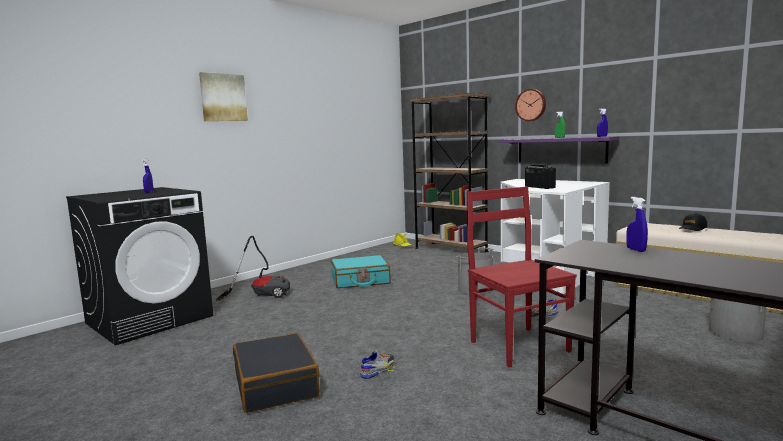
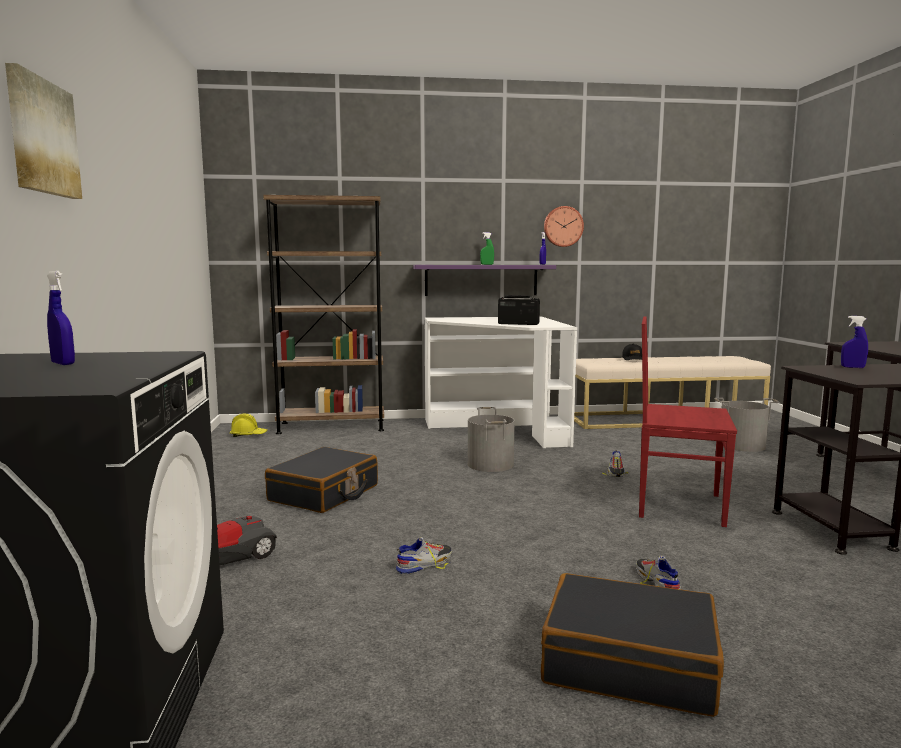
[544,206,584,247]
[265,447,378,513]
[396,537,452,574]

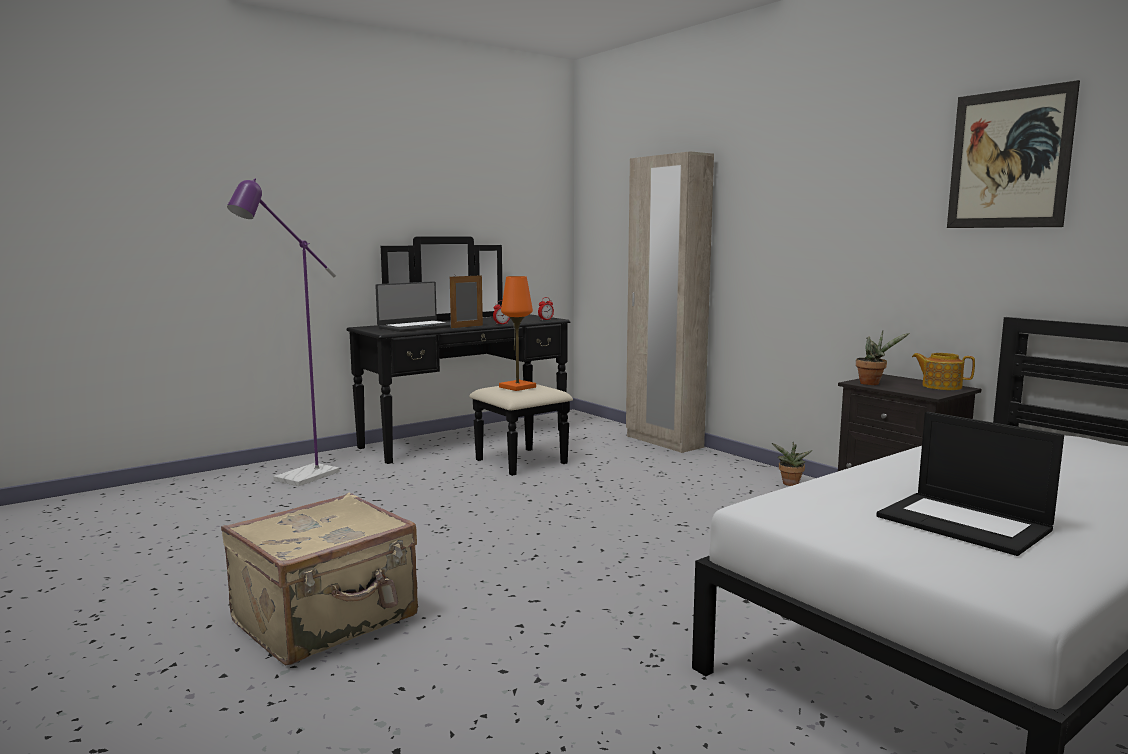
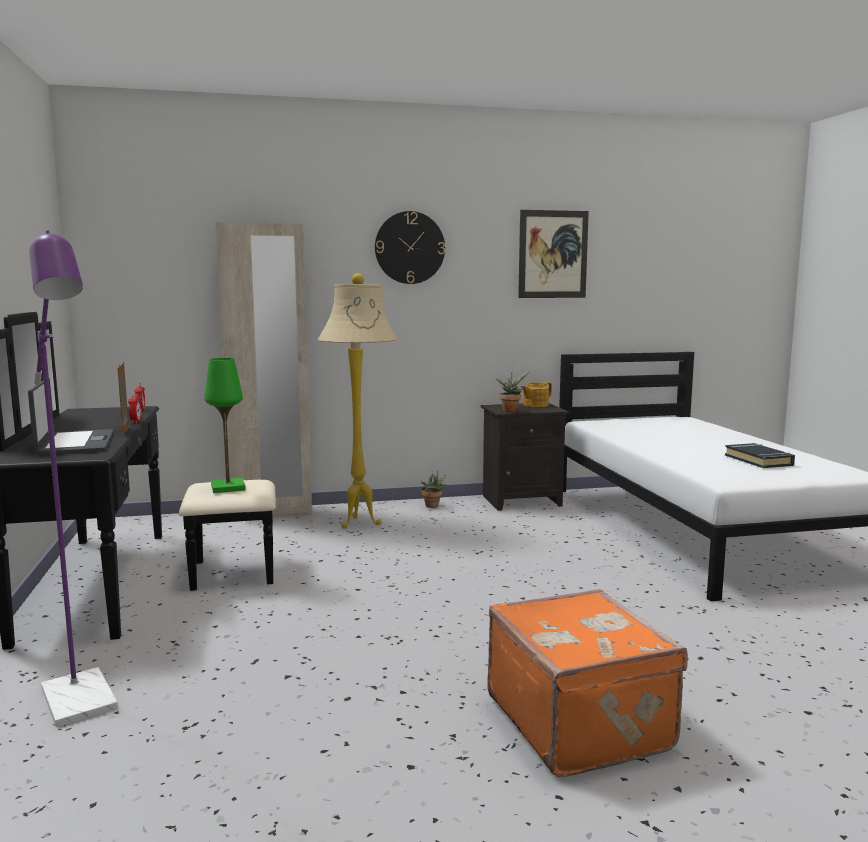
[204,358,246,493]
[725,443,795,468]
[487,589,688,777]
[375,211,445,284]
[317,273,397,529]

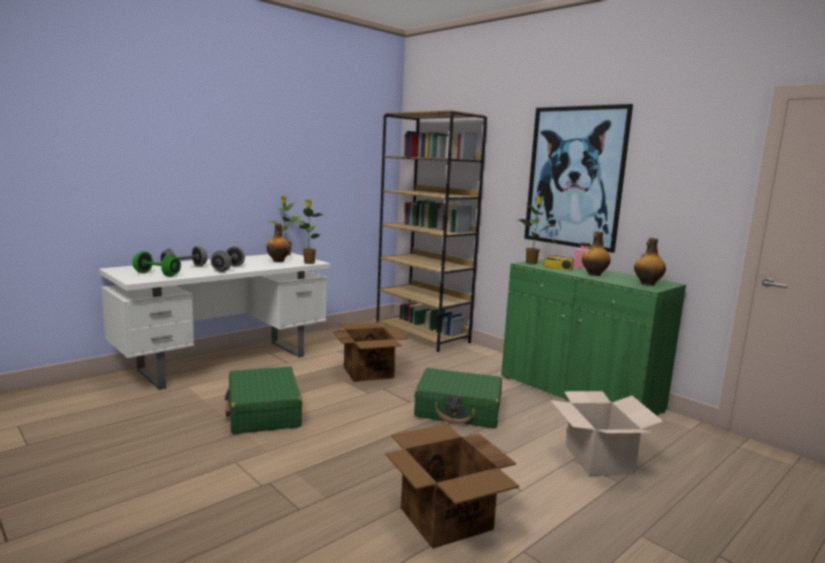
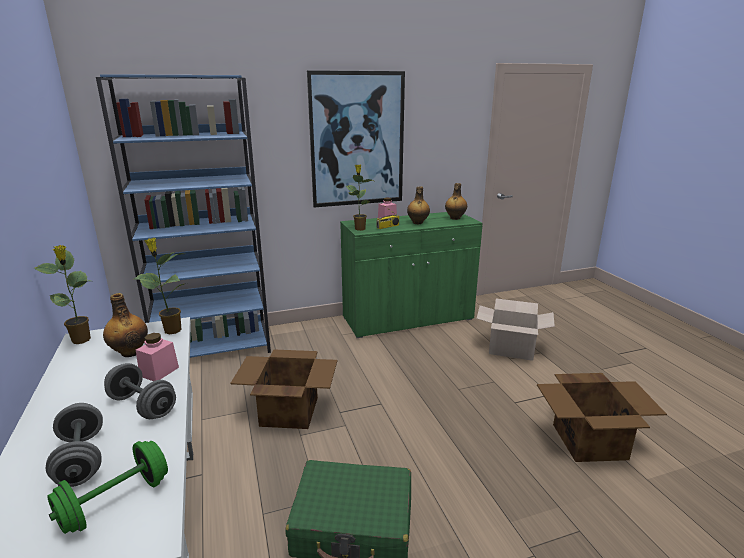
[96,74,271,358]
[414,368,502,428] (first image)
[136,333,179,381]

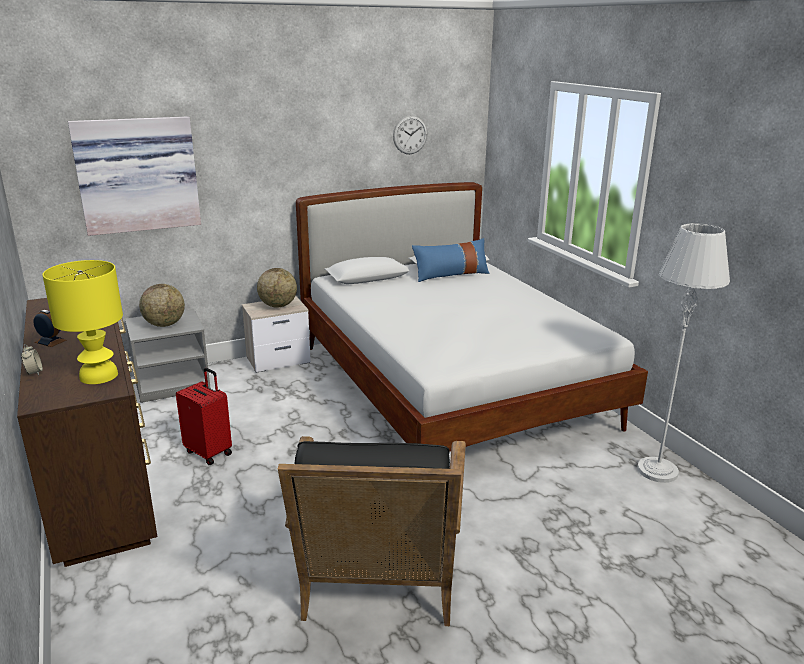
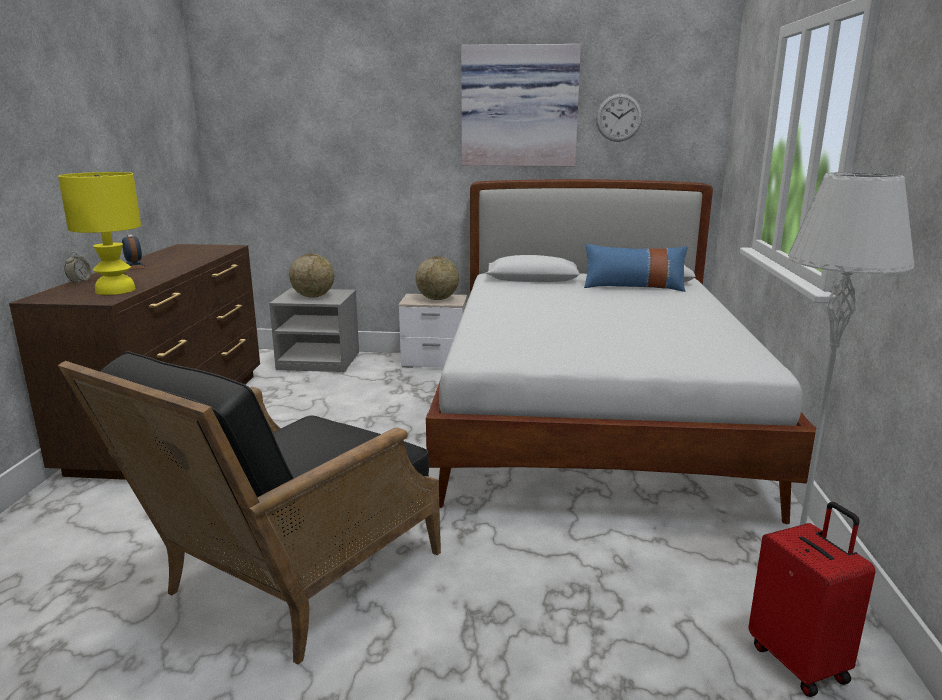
[461,44,581,166]
[749,502,876,697]

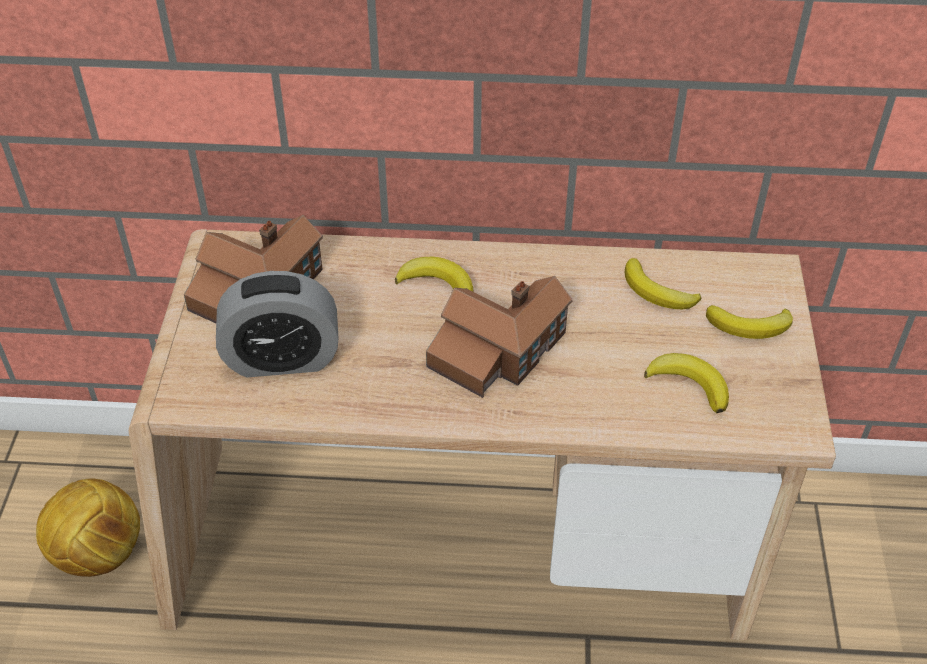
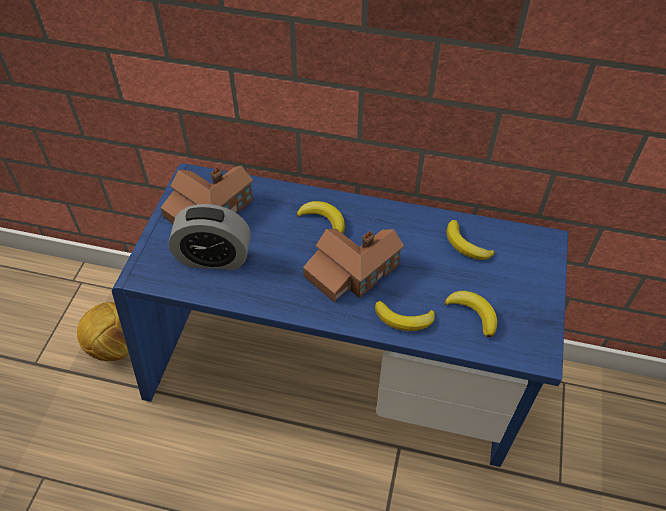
[112,163,568,467]
[375,301,435,331]

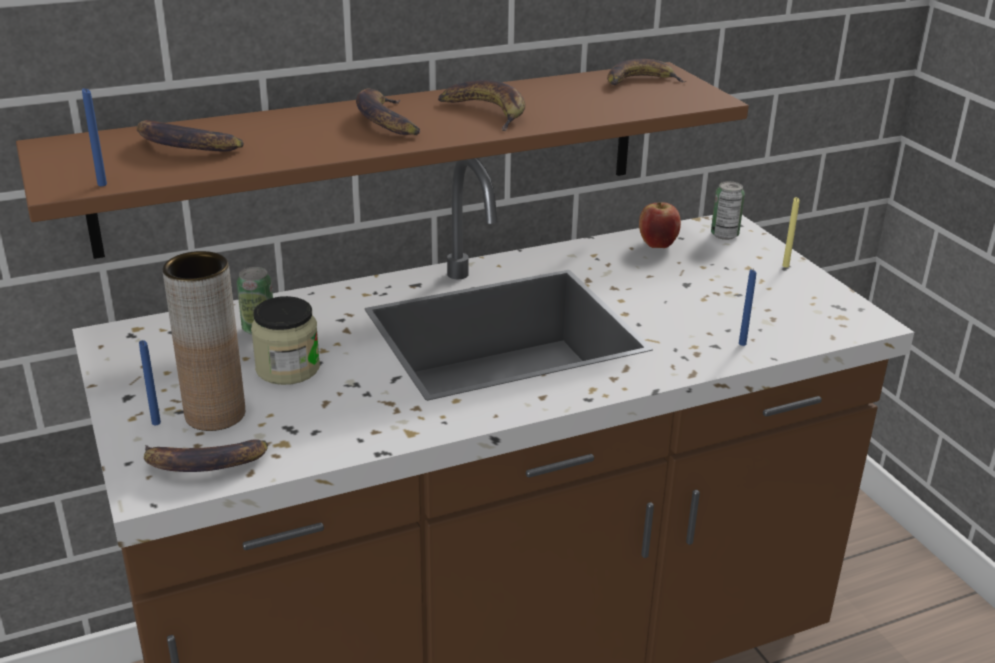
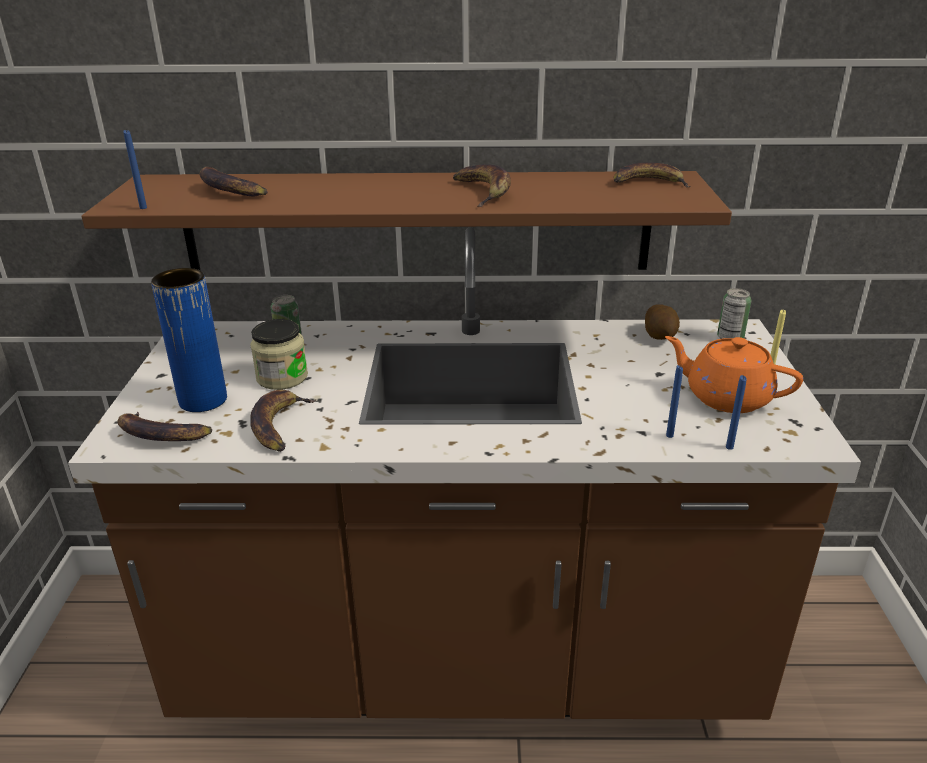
[250,390,317,452]
[645,304,680,340]
[151,268,227,412]
[726,375,747,450]
[665,336,803,413]

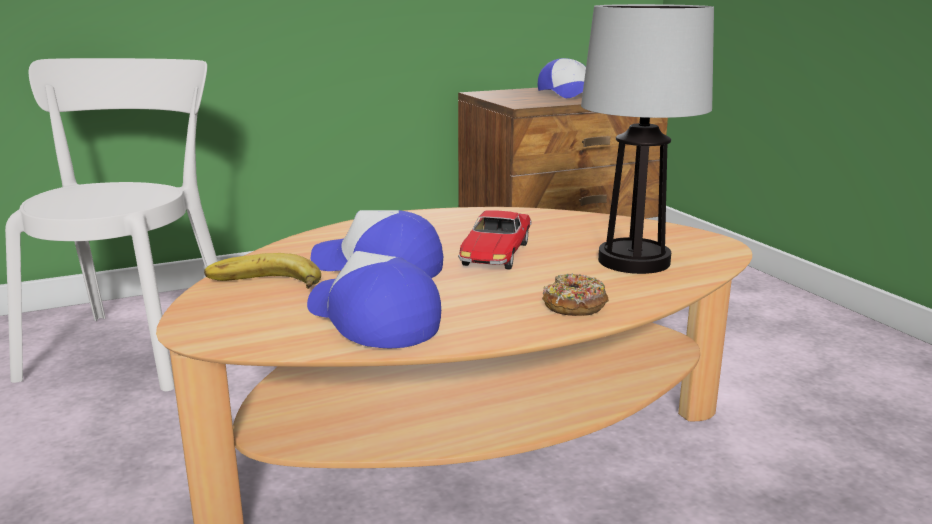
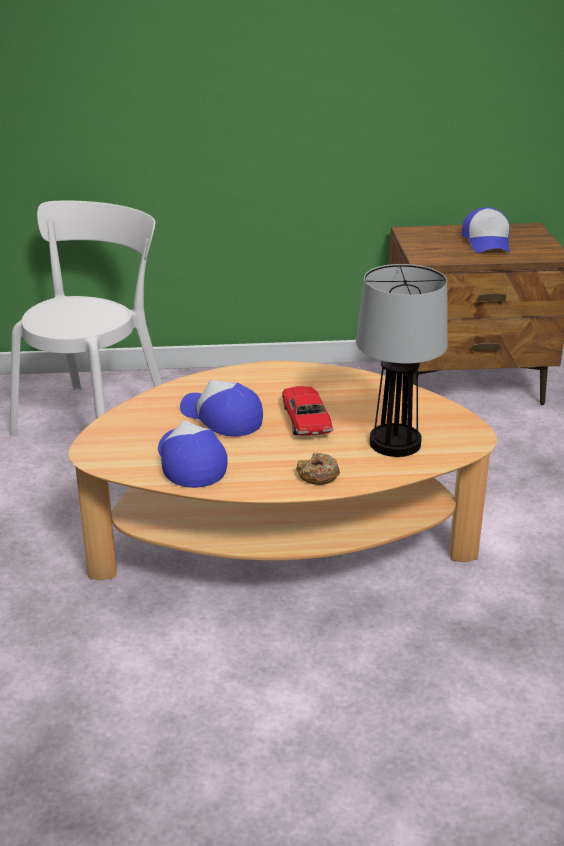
[282,386,333,437]
[204,253,321,289] (first image)

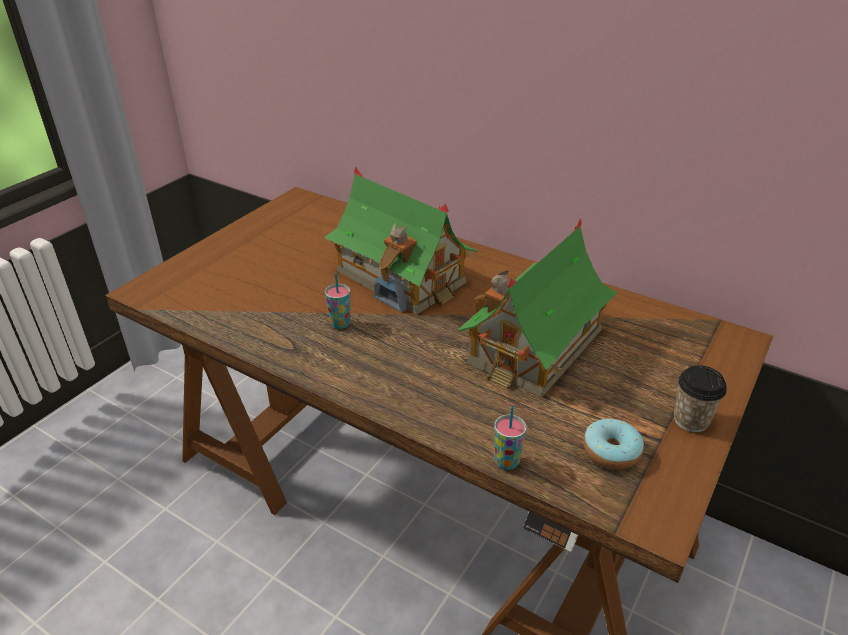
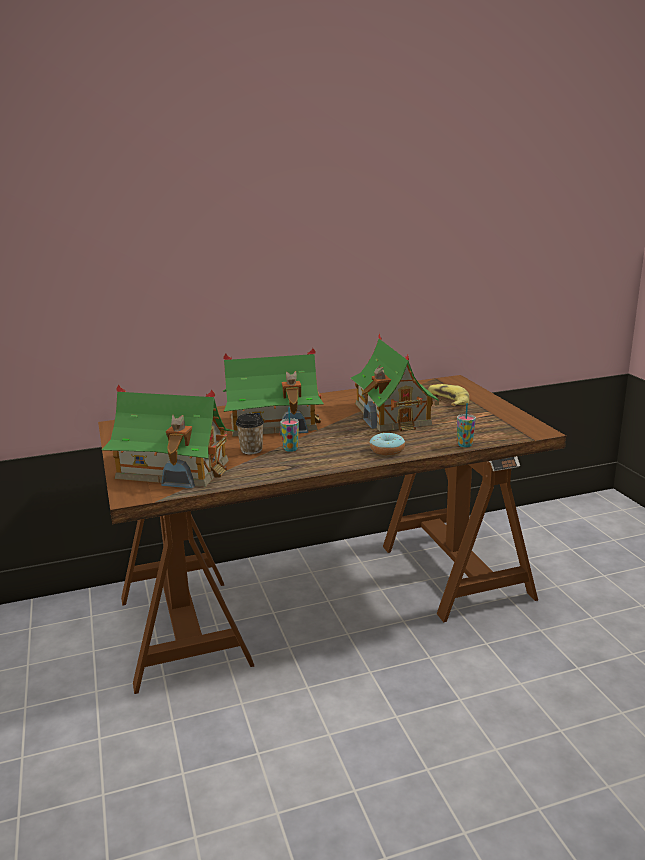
[236,413,264,454]
[370,433,405,455]
[428,384,469,406]
[102,385,235,489]

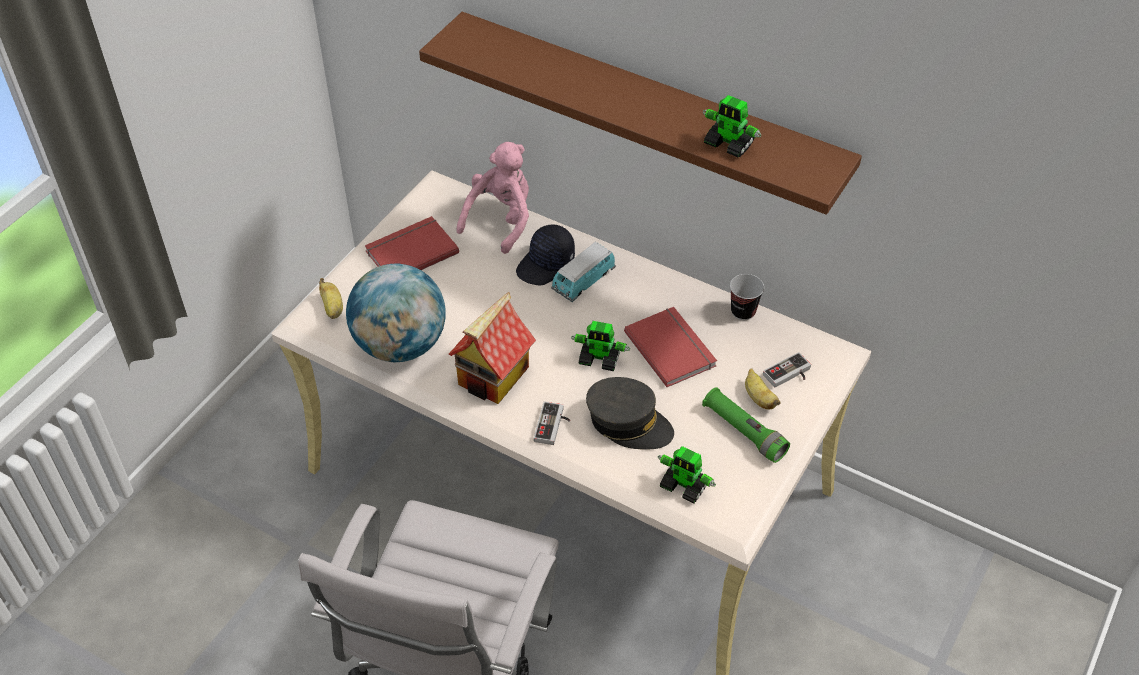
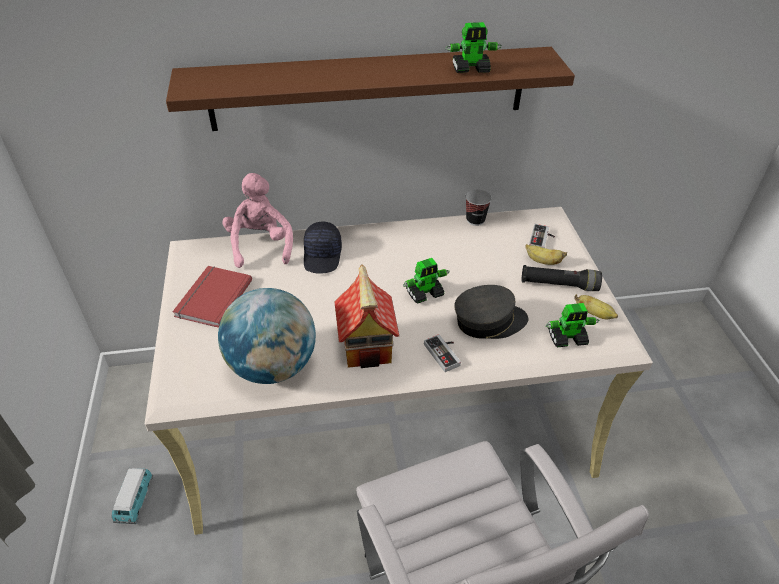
[112,468,153,524]
[574,294,618,320]
[624,307,717,387] (first image)
[522,265,602,291]

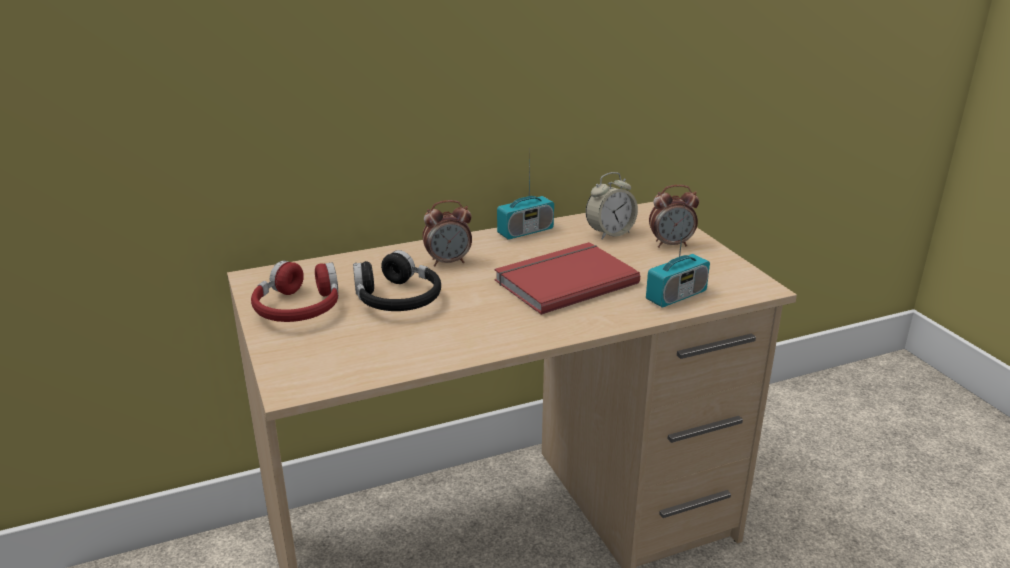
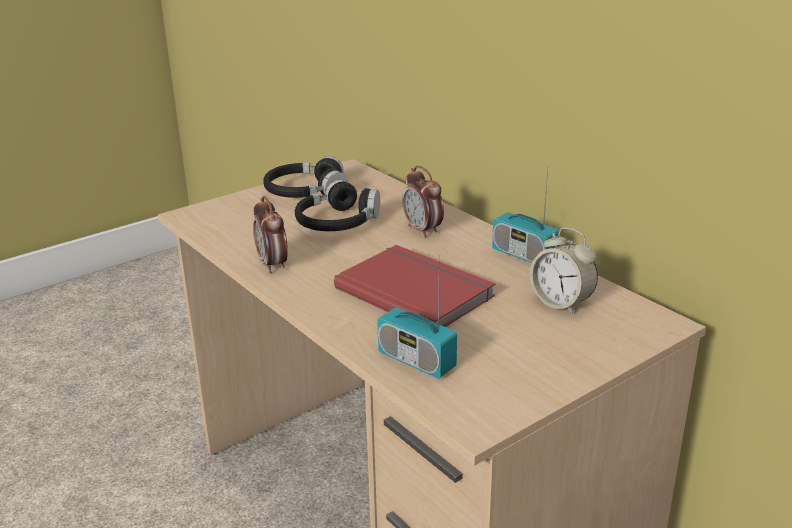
[253,196,288,273]
[263,156,348,198]

